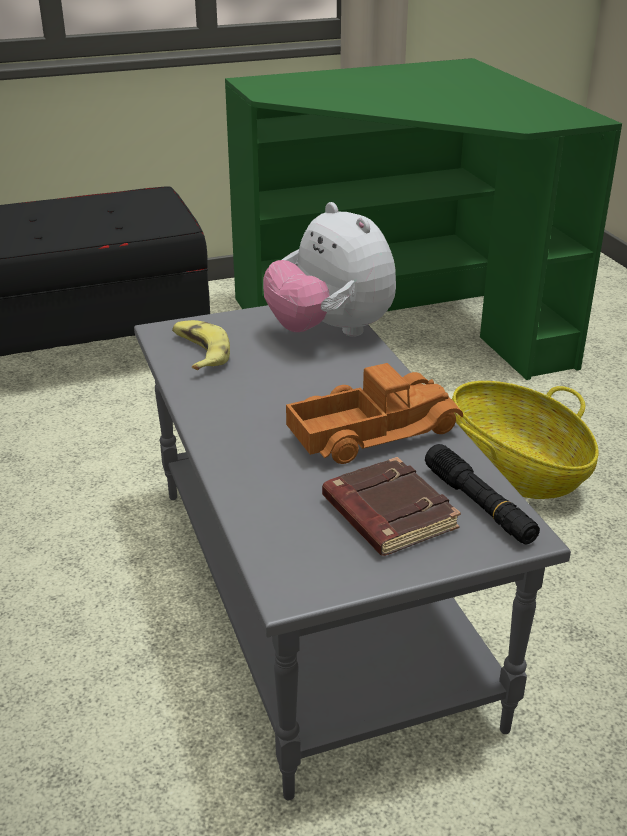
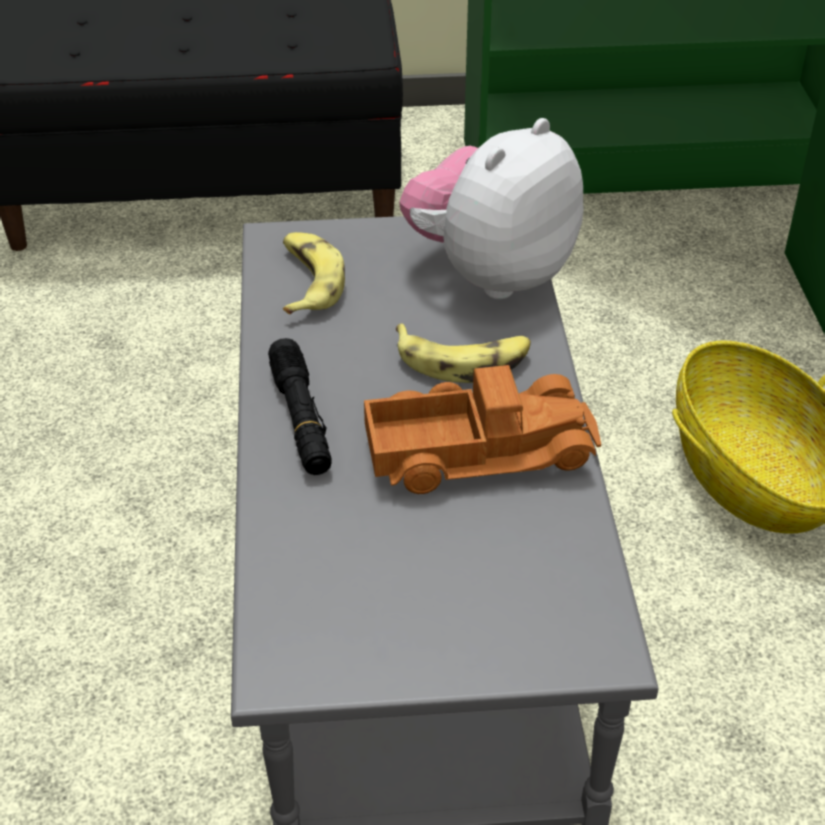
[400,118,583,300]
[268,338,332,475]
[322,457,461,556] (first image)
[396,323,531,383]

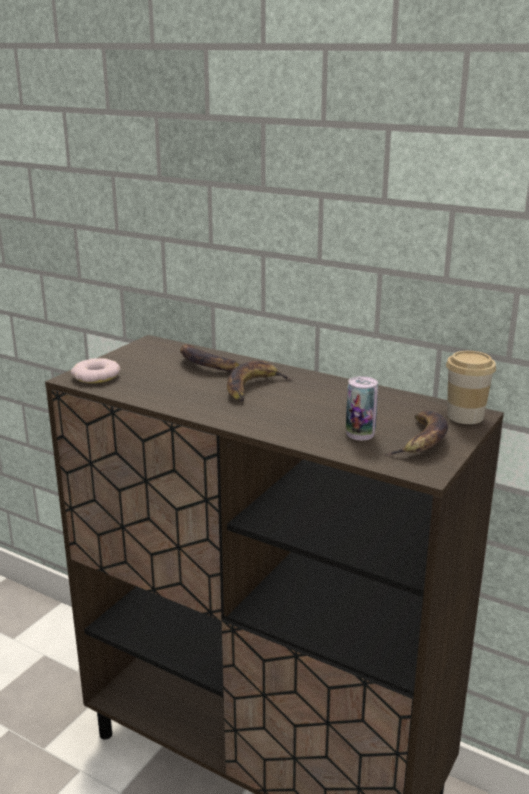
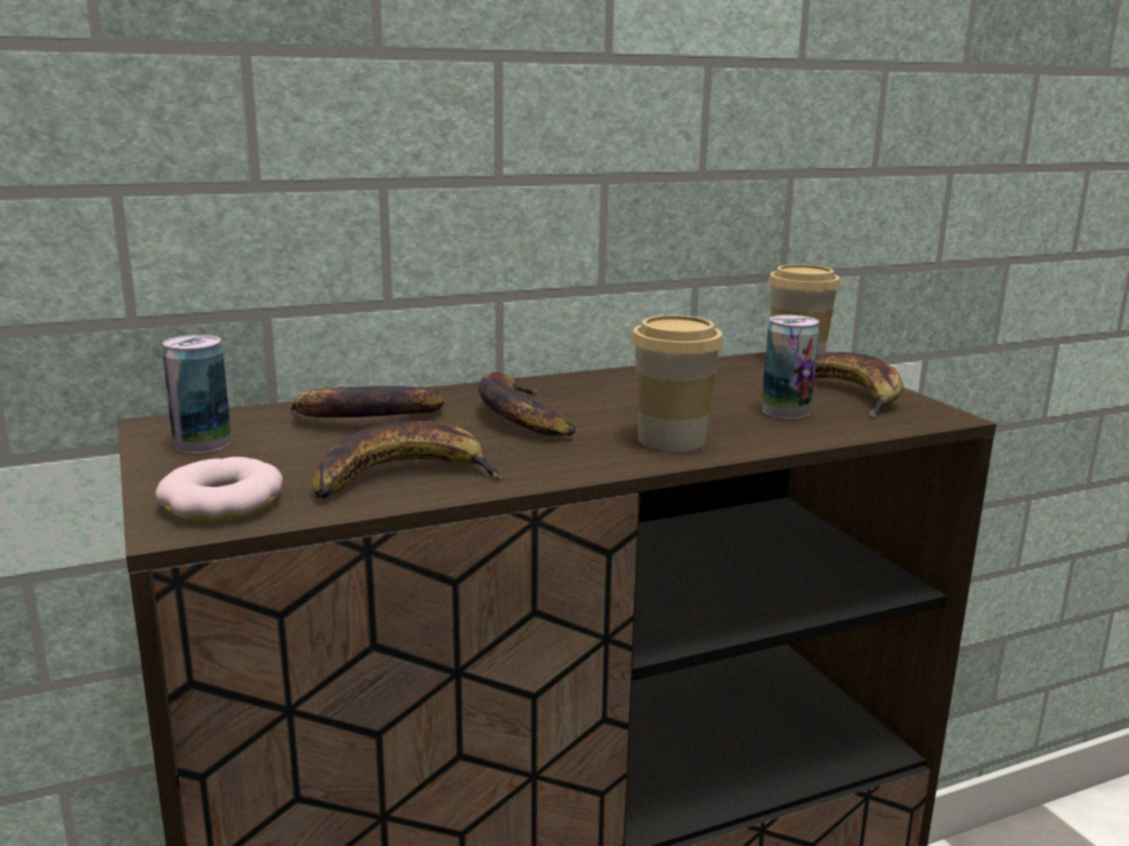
[631,315,724,452]
[163,335,231,453]
[312,421,506,498]

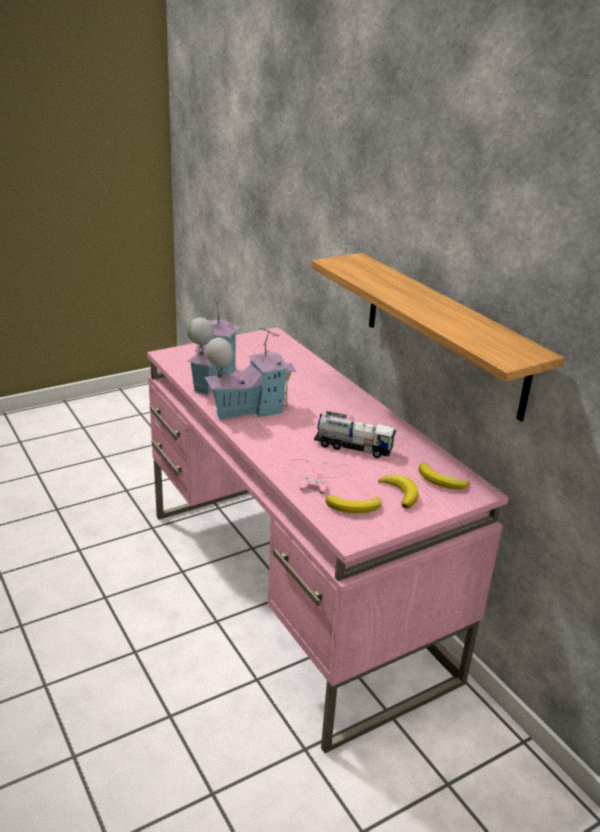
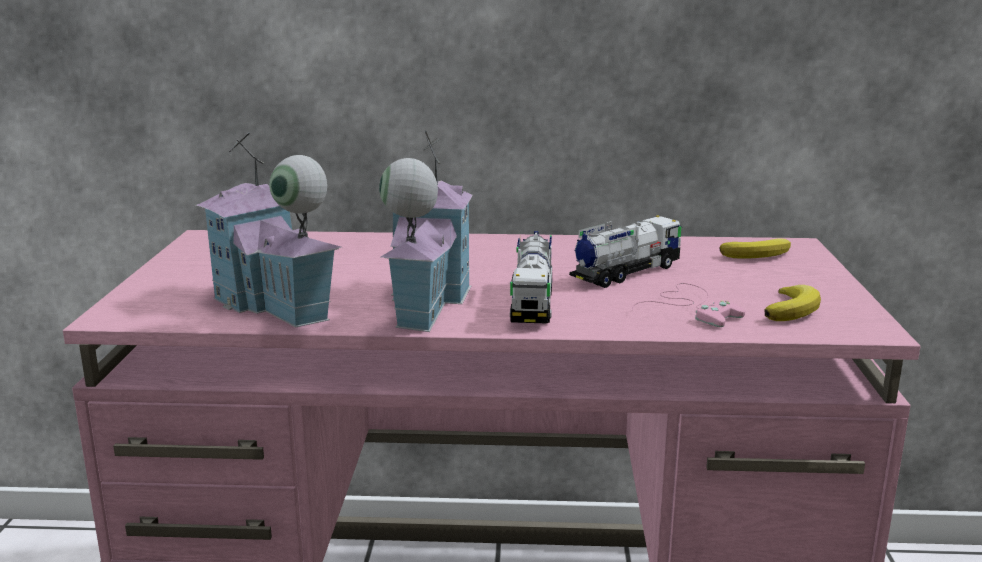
[312,253,564,422] (first image)
[378,474,418,509] (first image)
[510,231,552,324]

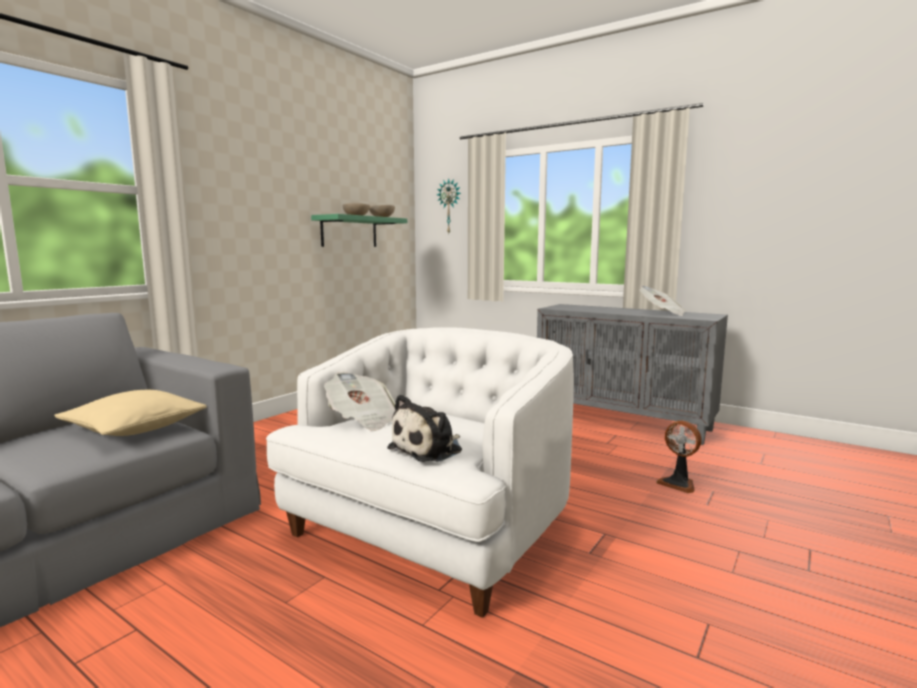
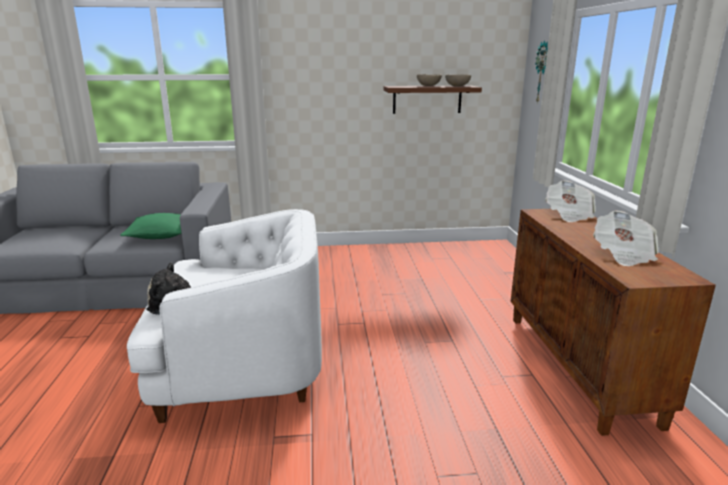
[383,86,482,114]
[510,209,716,436]
[545,180,596,222]
[120,213,182,239]
[656,421,702,493] (first image)

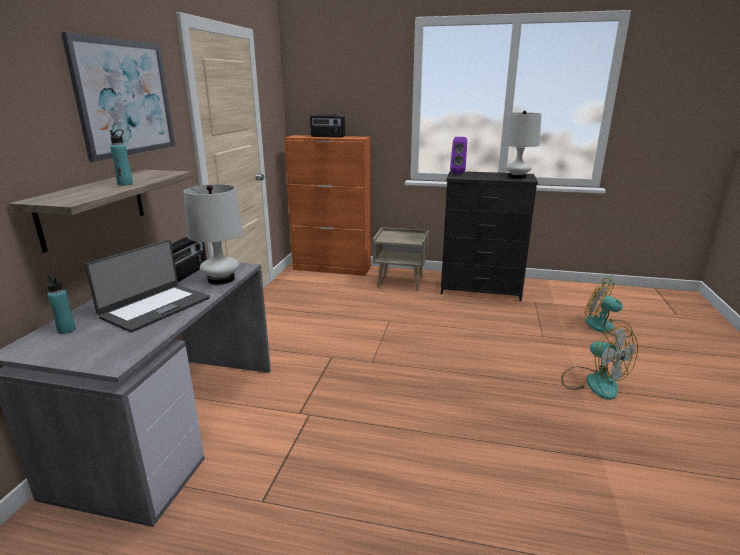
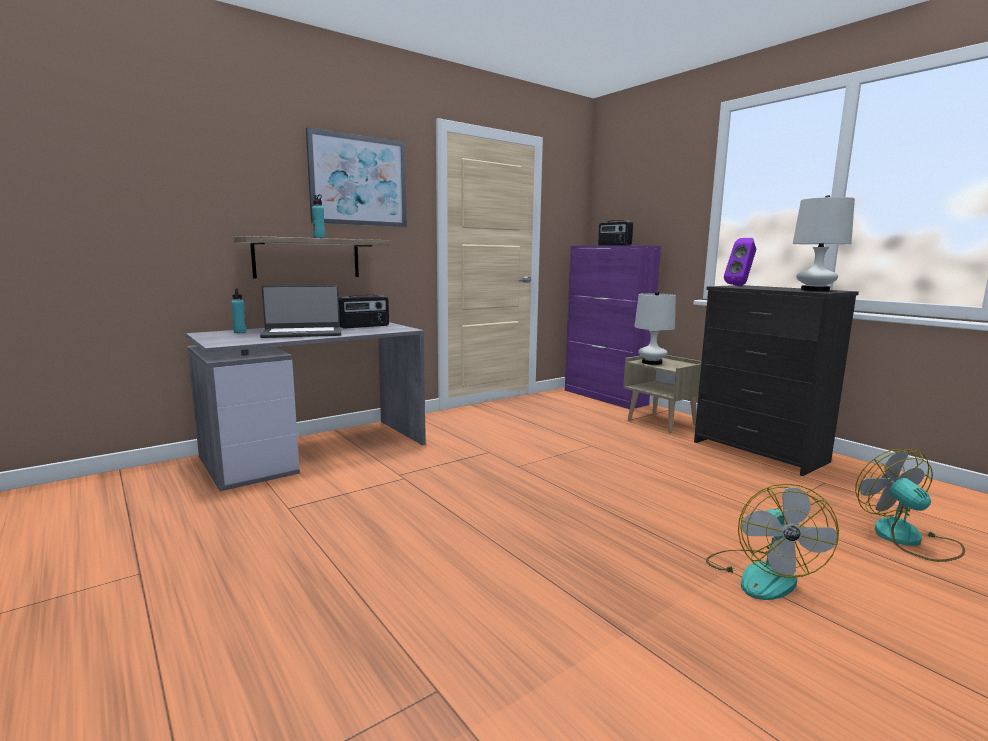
[565,245,661,409]
[634,291,676,365]

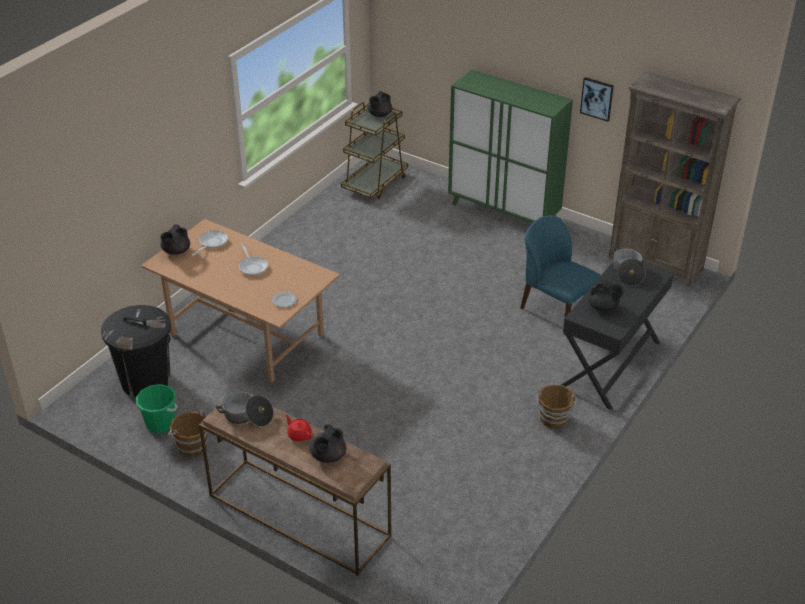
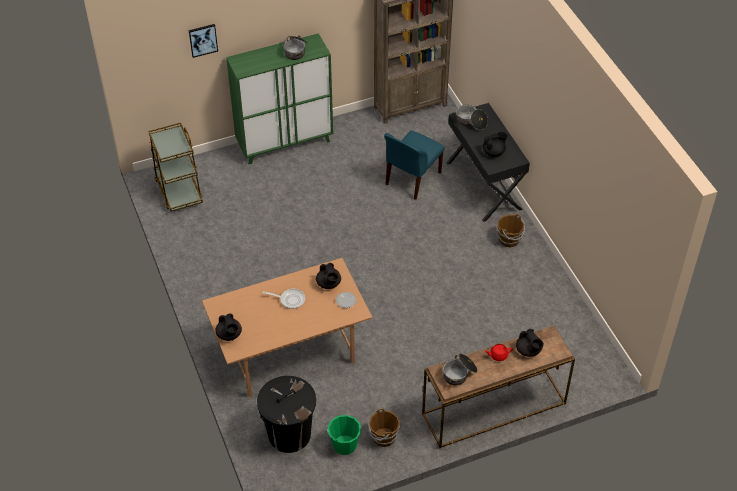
[189,24,218,58]
[316,263,341,289]
[384,131,444,200]
[192,230,228,256] (first image)
[284,36,307,60]

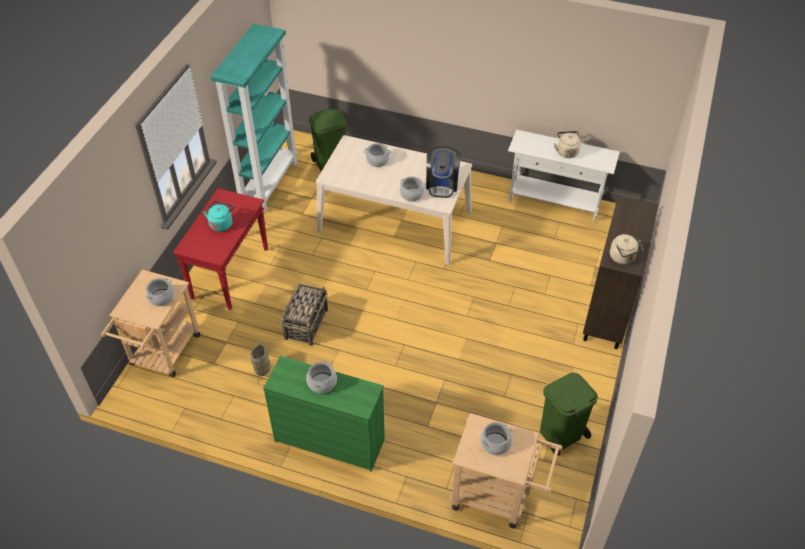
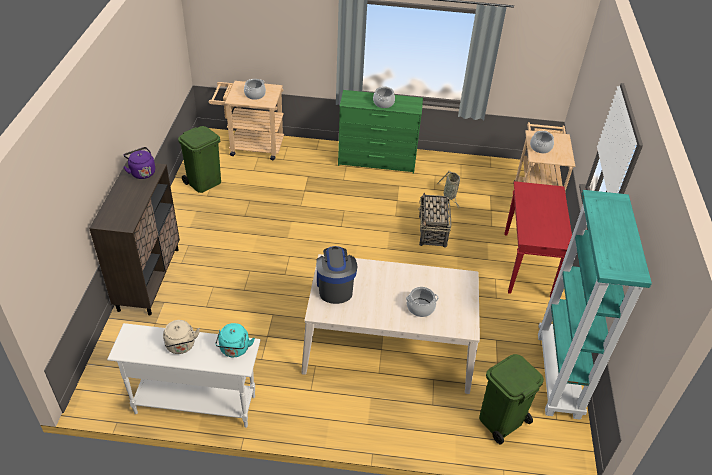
[400,176,425,201] (first image)
[215,323,255,357]
[124,147,155,179]

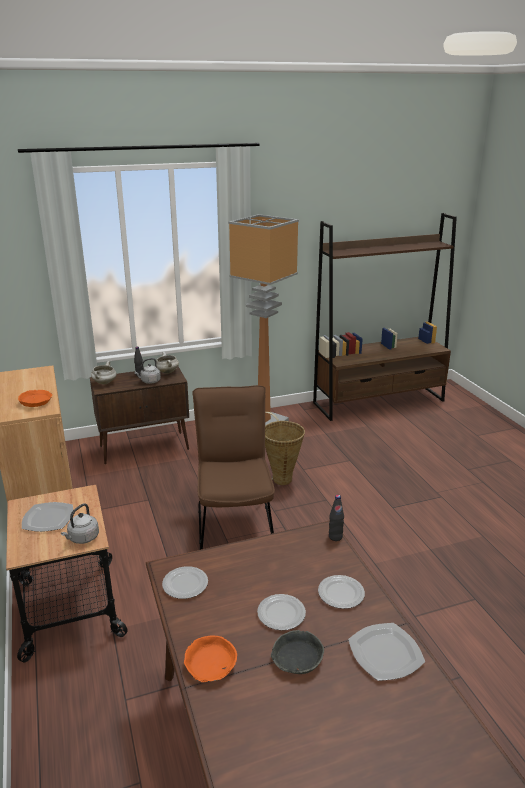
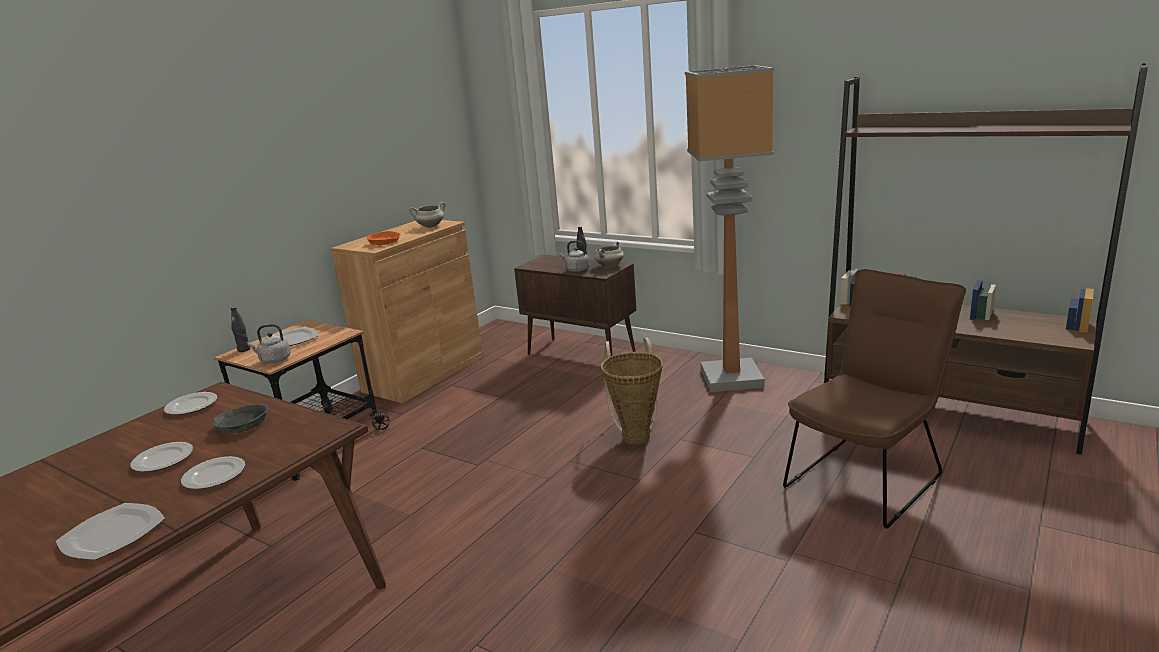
[410,202,446,228]
[783,269,966,529]
[231,307,250,352]
[212,404,268,433]
[184,635,237,682] (first image)

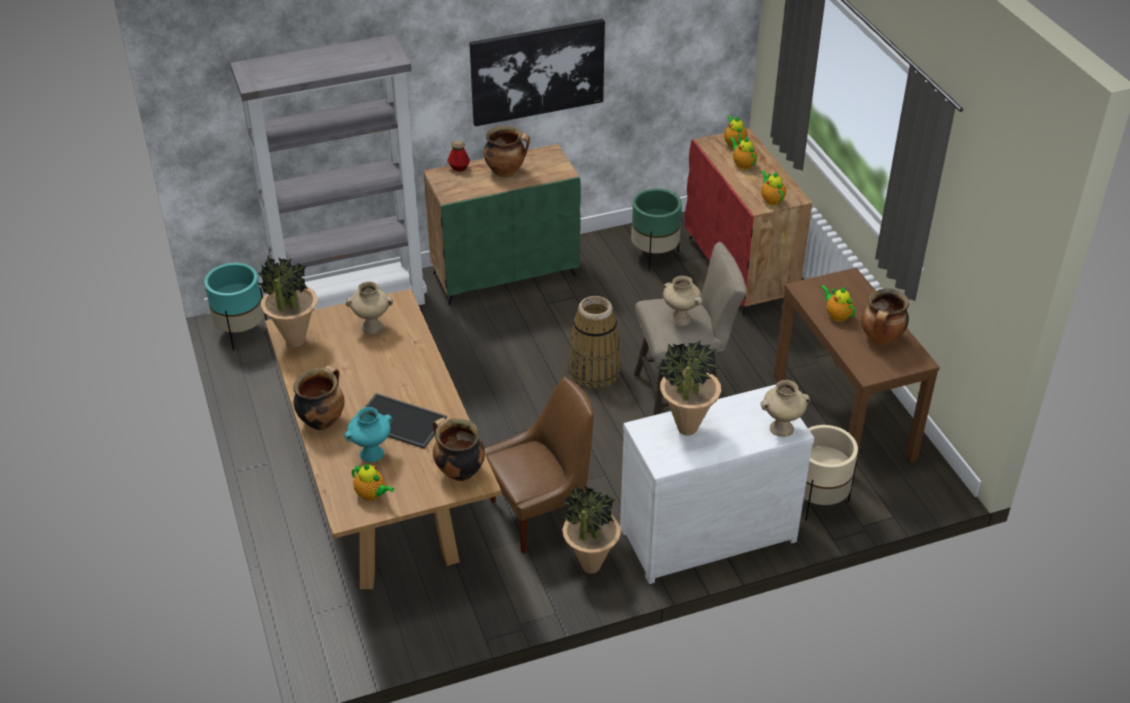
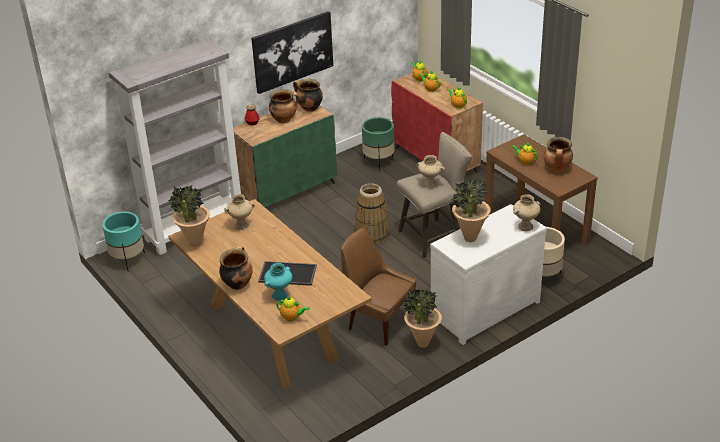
[341,228,416,346]
[293,79,323,112]

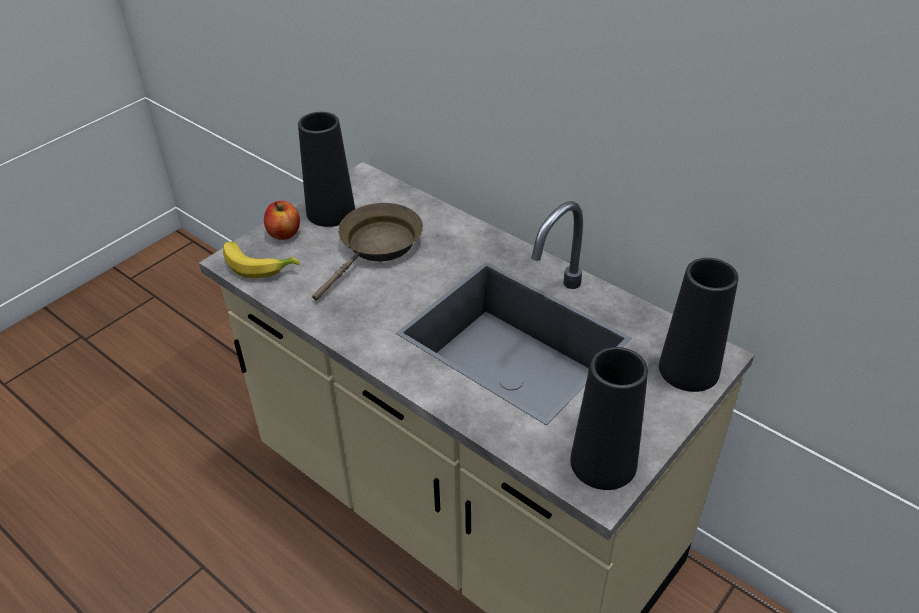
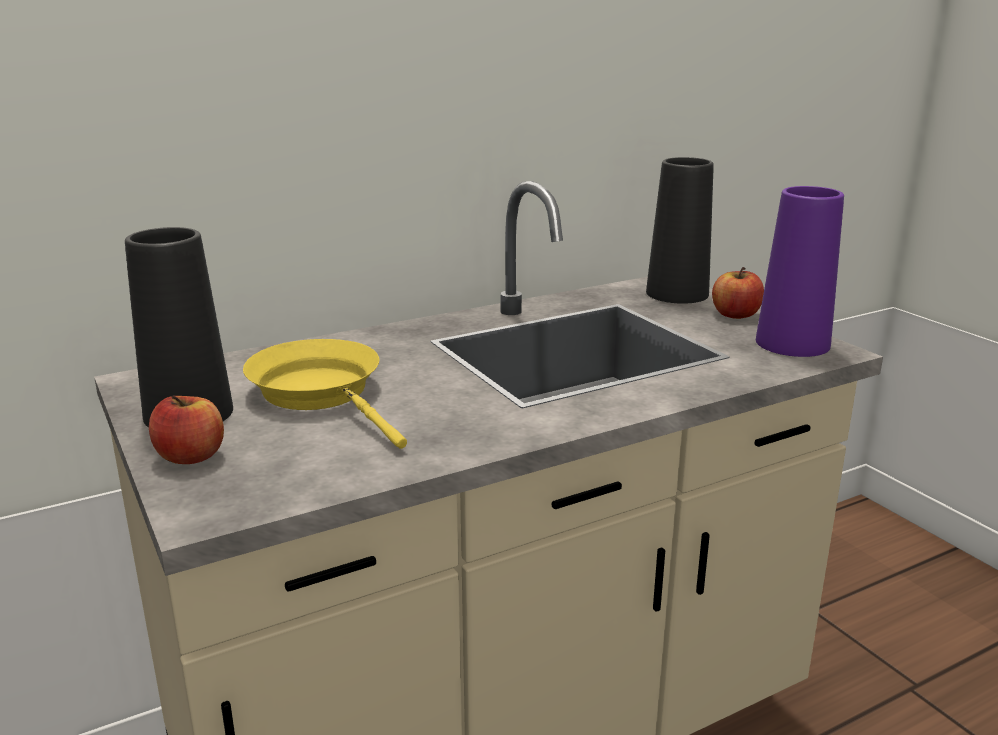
[243,339,407,449]
[223,241,300,278] (first image)
[756,186,844,357]
[712,267,764,319]

